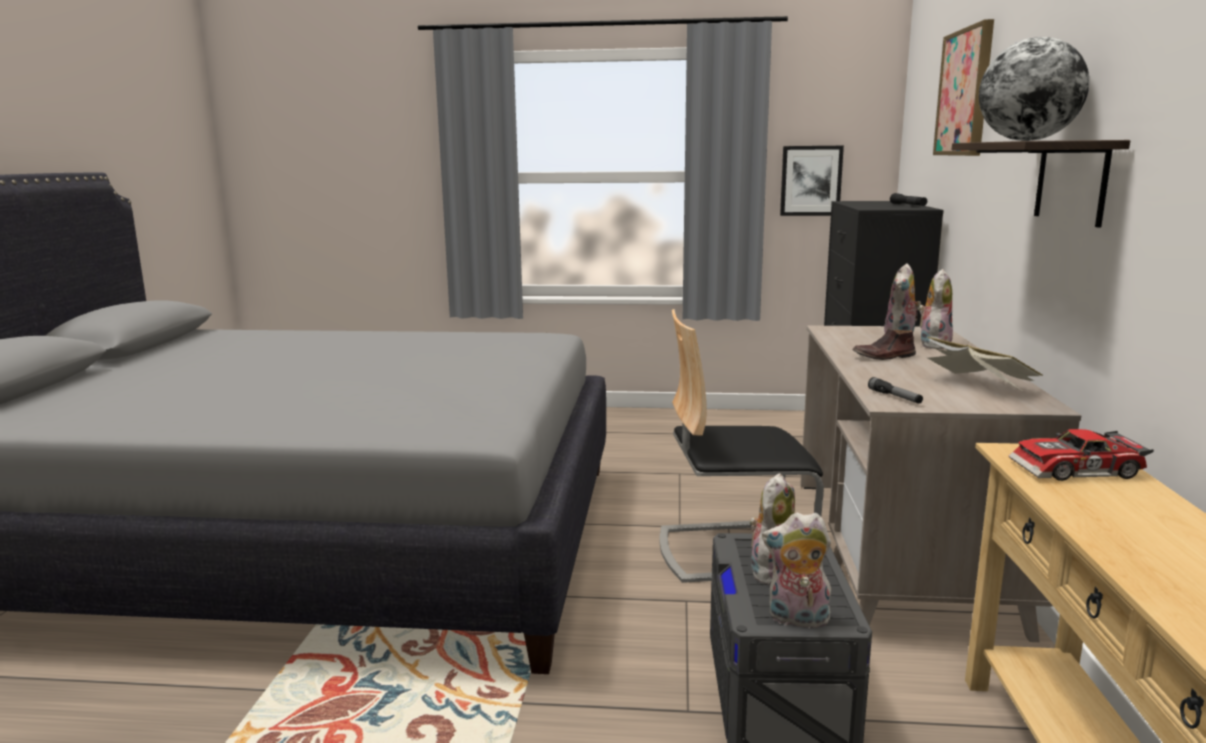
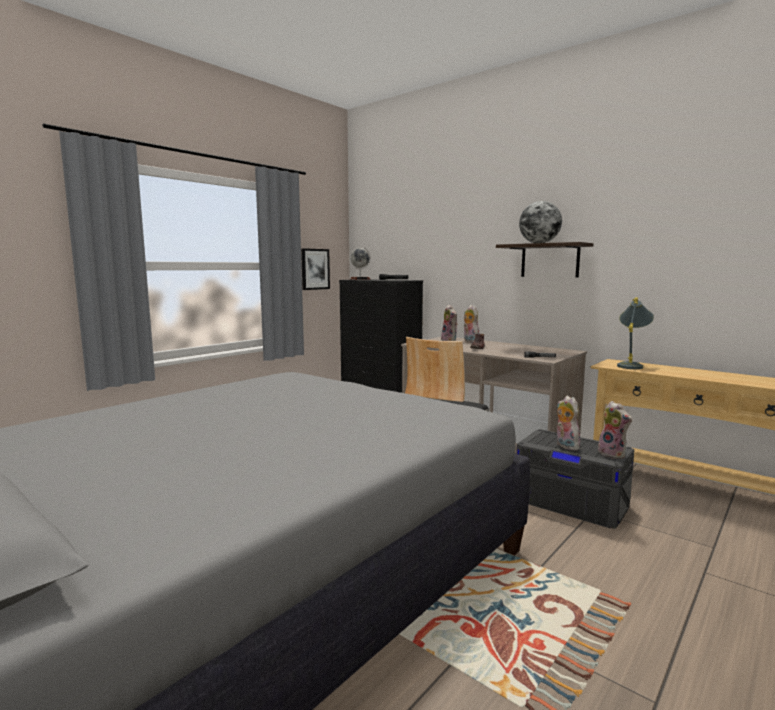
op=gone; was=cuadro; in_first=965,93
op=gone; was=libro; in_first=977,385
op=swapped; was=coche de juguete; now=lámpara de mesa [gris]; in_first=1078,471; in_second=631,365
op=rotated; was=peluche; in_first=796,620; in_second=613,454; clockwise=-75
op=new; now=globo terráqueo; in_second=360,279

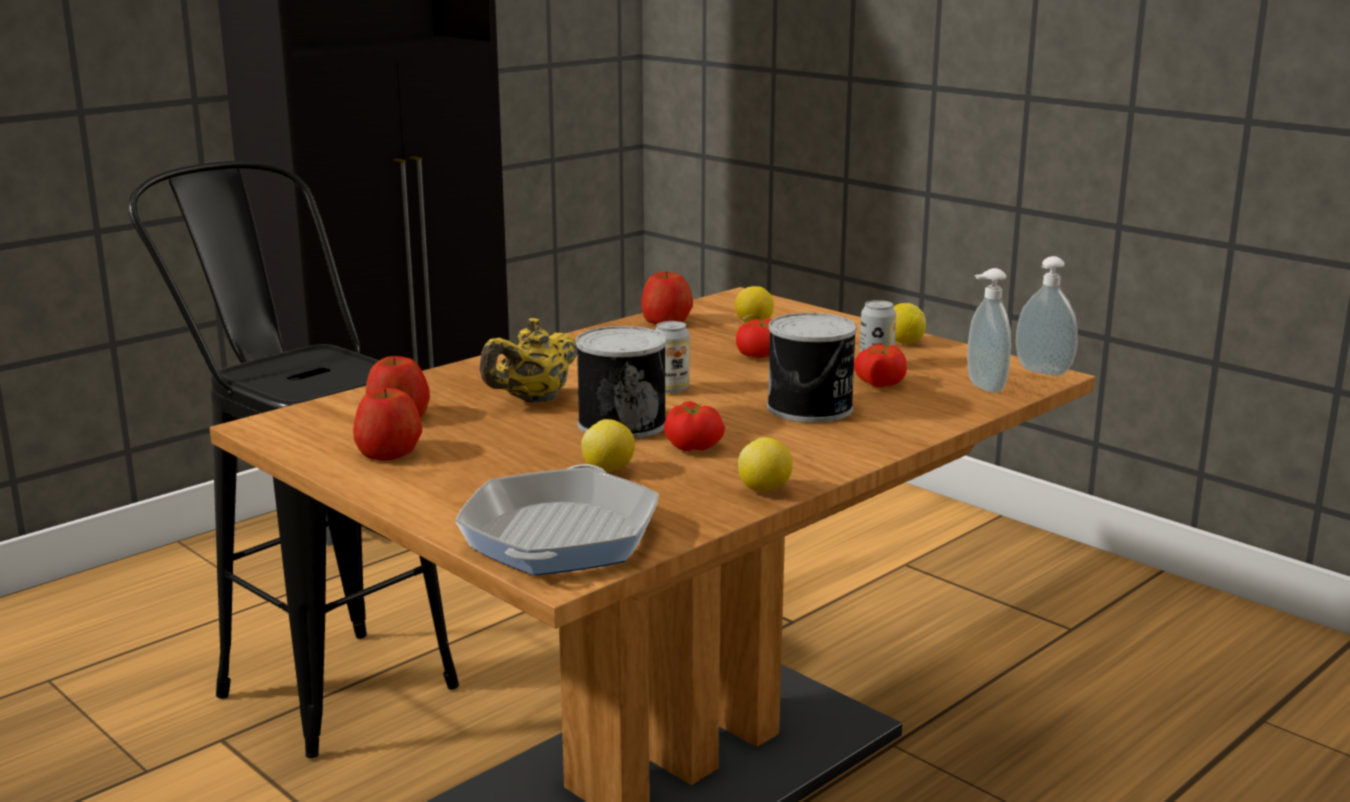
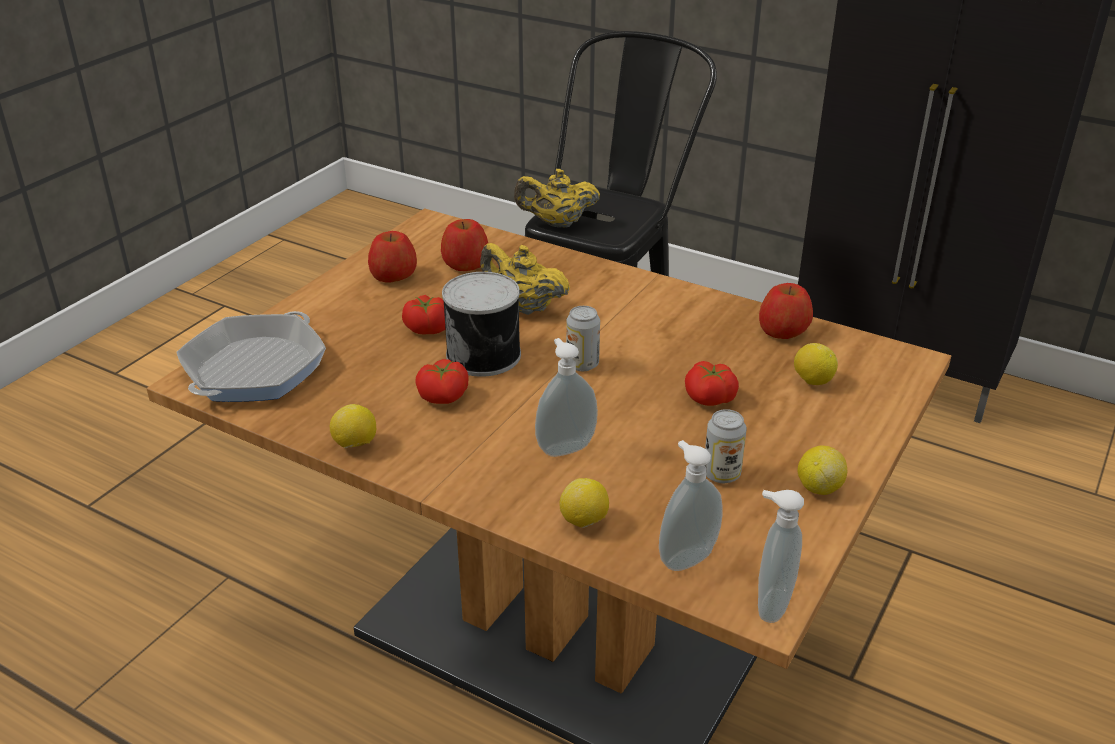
op=swapped; was=lata; now=dispensador de jabón; in_first=812,408; in_second=564,447
op=shifted; was=tomate; in_first=879,383; in_second=427,328
op=shifted; was=limón; in_first=609,470; in_second=584,521
op=rotated; was=sartén; in_first=560,536; in_second=254,368; clockwise=120
op=new; now=tetera [amarillo]; in_second=557,223

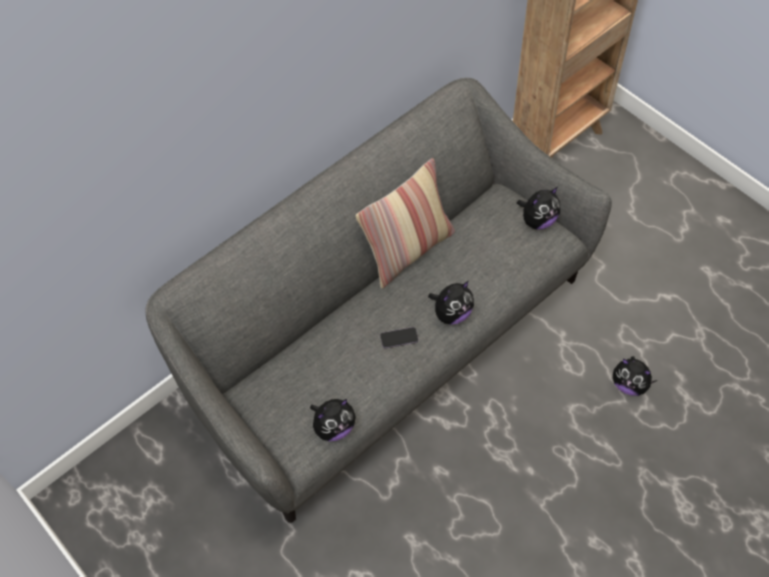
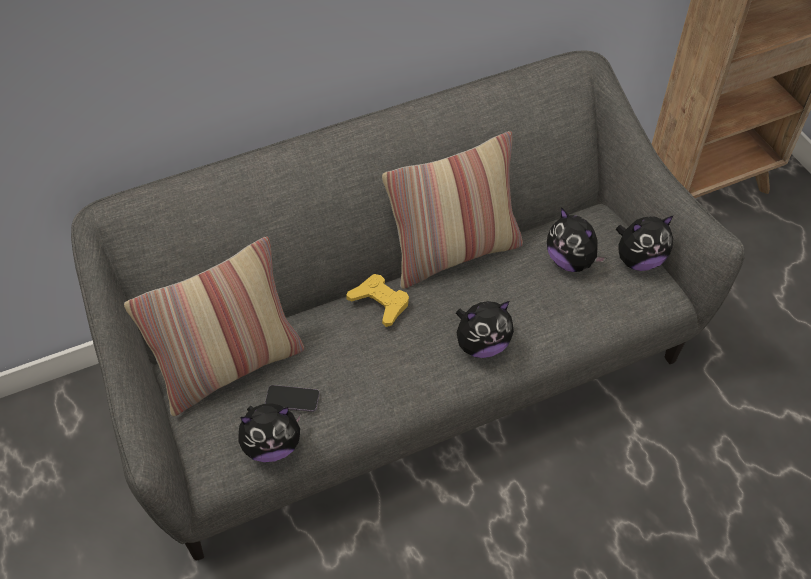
op=shifted; was=móvil; in_first=399,338; in_second=292,399
op=shifted; was=peluche; in_first=629,384; in_second=571,261
op=new; now=cojín; in_second=230,367
op=new; now=mando de consola [amarillo]; in_second=380,303

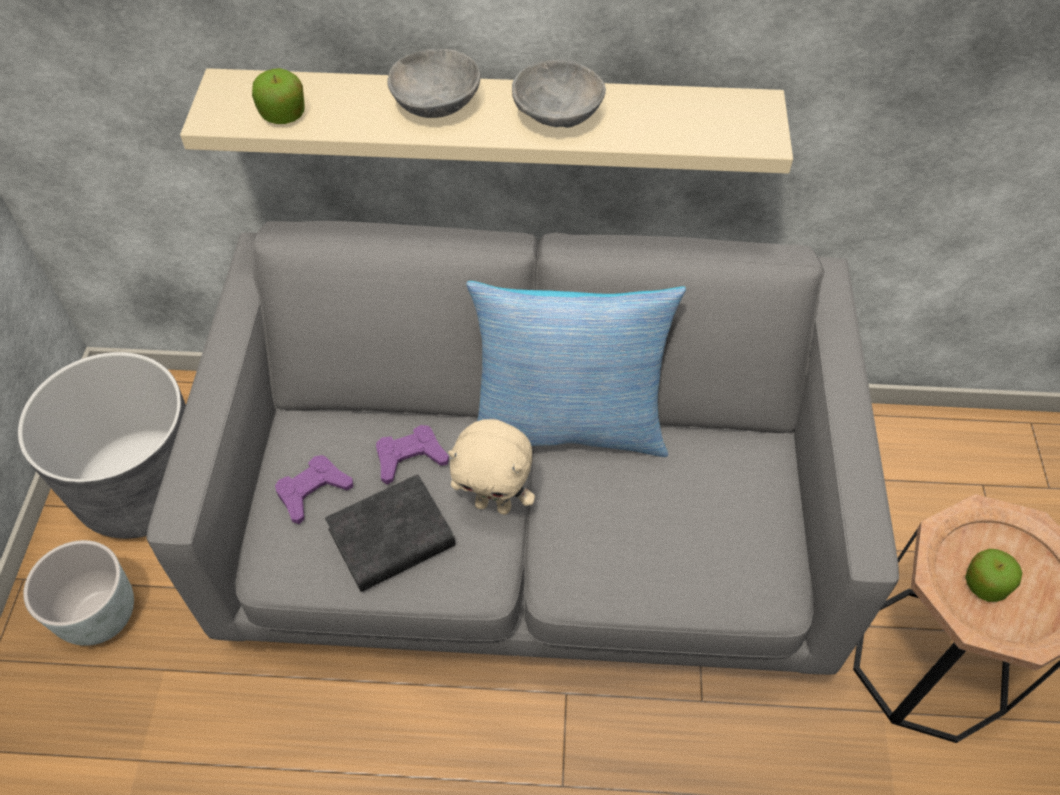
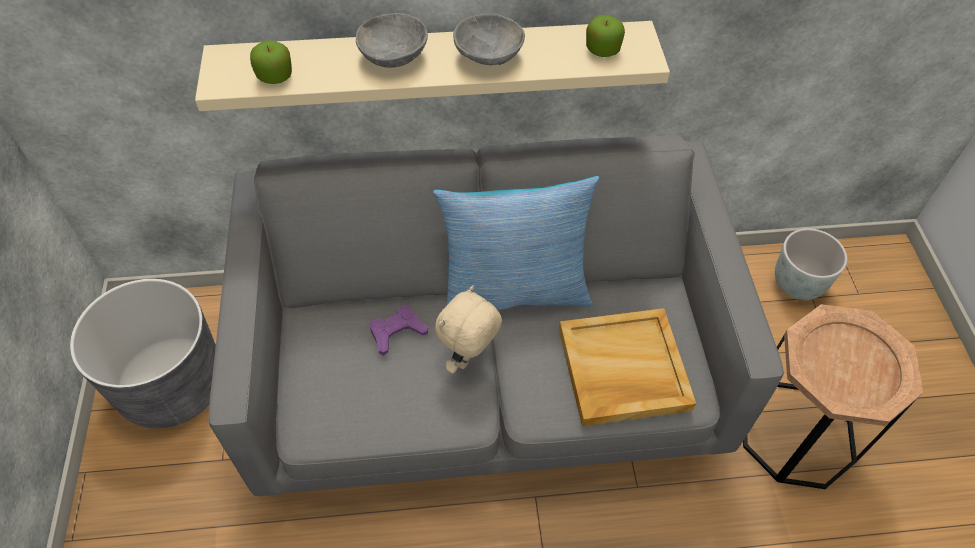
op=rotated; was=peluche [beis]; in_first=494,504; in_second=469,359; clockwise=120
op=gone; was=mando de consola [morado]; in_first=313,491
op=gone; was=libro [negro]; in_first=392,538
op=shifted; was=maceta [gris]; in_first=100,614; in_second=796,283
op=shifted; was=manzana; in_first=985,584; in_second=602,49
op=new; now=bandeja [beis]; in_second=622,370

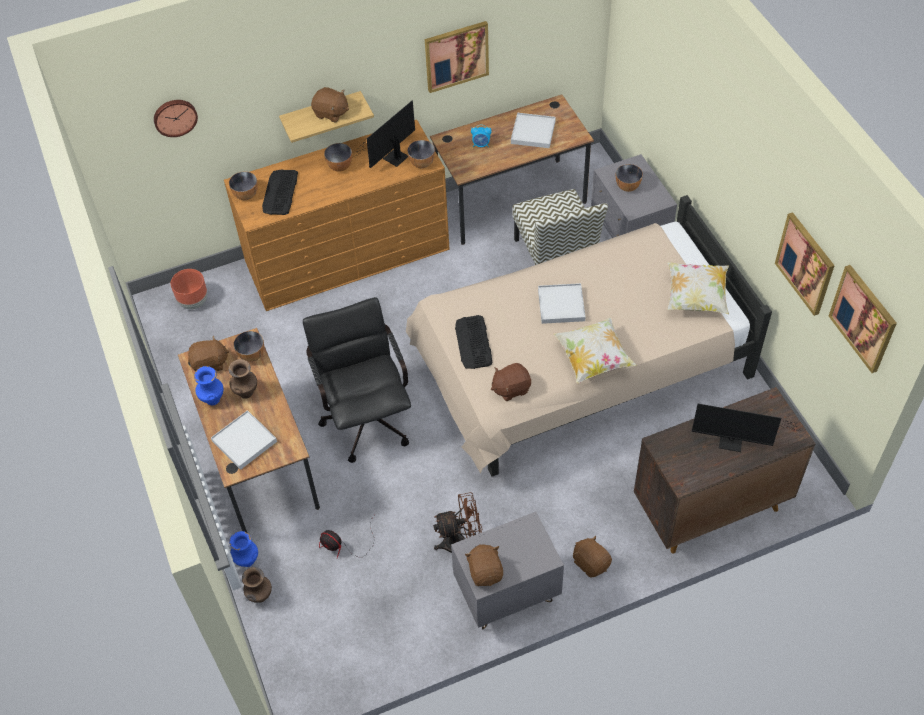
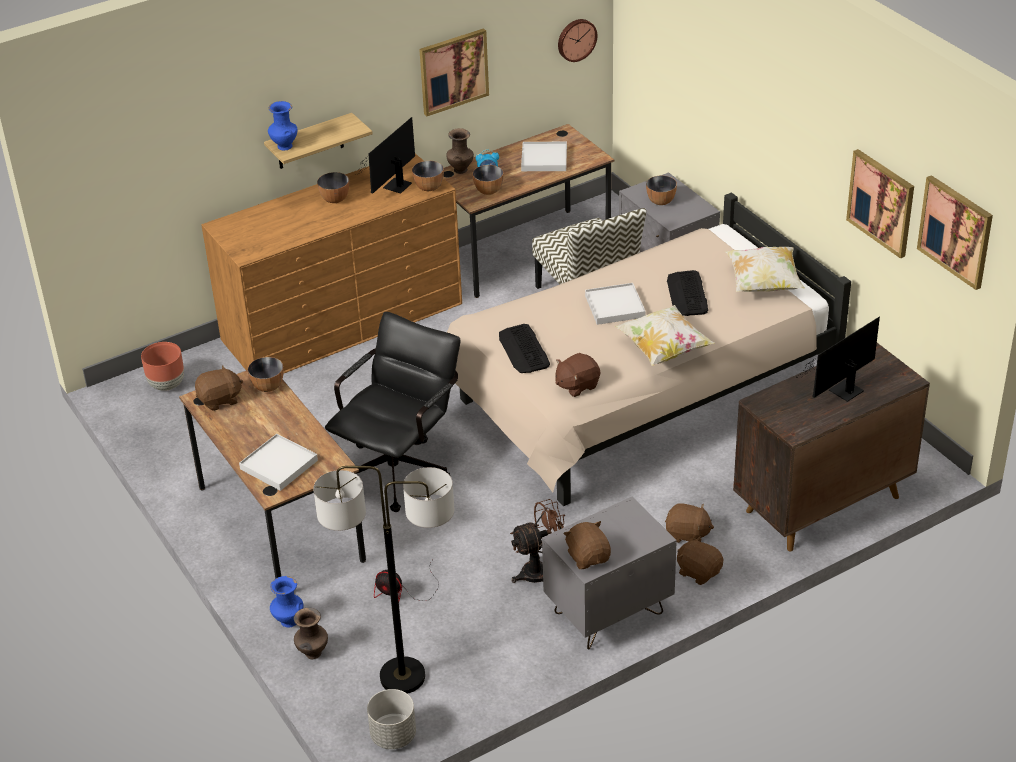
op=shifted; was=peluche [marrón]; in_first=331,113; in_second=687,534
op=shifted; was=reloj de pared; in_first=175,117; in_second=576,39
op=shifted; was=teclado; in_first=280,193; in_second=687,294
op=shifted; was=cuenco; in_first=246,195; in_second=488,191
op=rotated; was=silla de oficina [negro]; in_first=366,415; in_second=400,467; clockwise=60
op=shifted; was=florero [marrón]; in_first=246,392; in_second=460,169
op=shifted; was=florero [azul]; in_first=212,399; in_second=284,146
op=rotated; was=monitor; in_first=734,442; in_second=842,392; clockwise=135
op=new; now=lámpara de pie; in_second=402,677
op=new; now=maceta [gris]; in_second=393,736

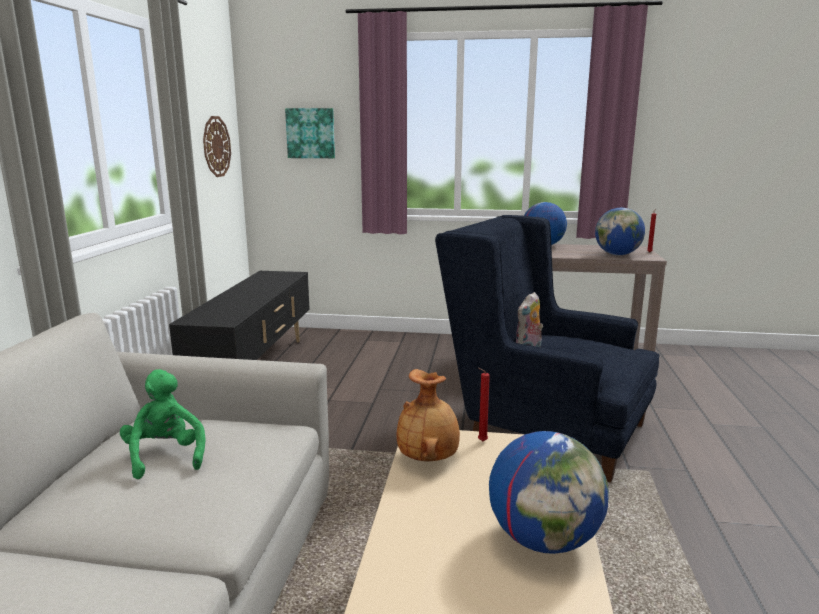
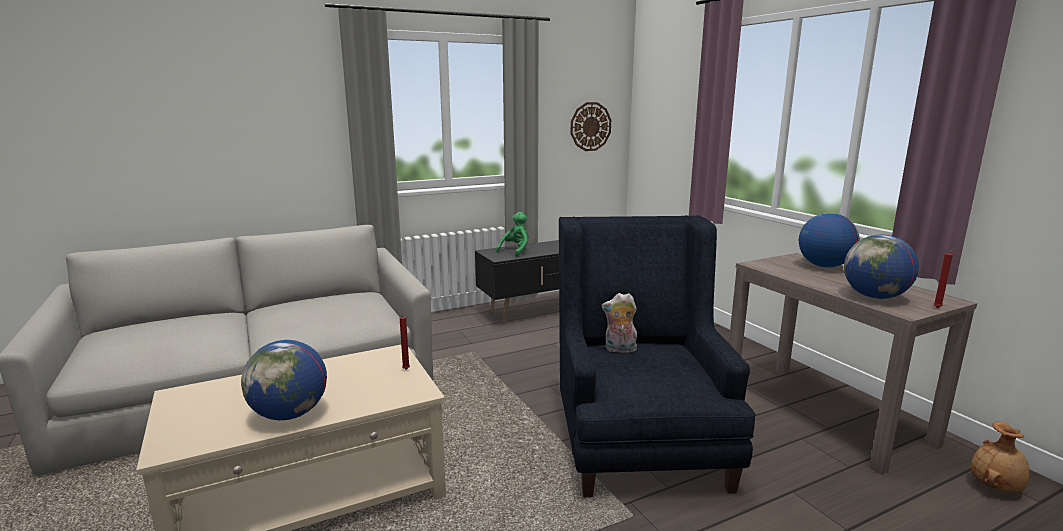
op=gone; was=cuadro; in_first=311,133
op=shifted; was=peluche [verde]; in_first=166,456; in_second=516,251
op=shifted; was=florero [marrón]; in_first=429,458; in_second=996,487

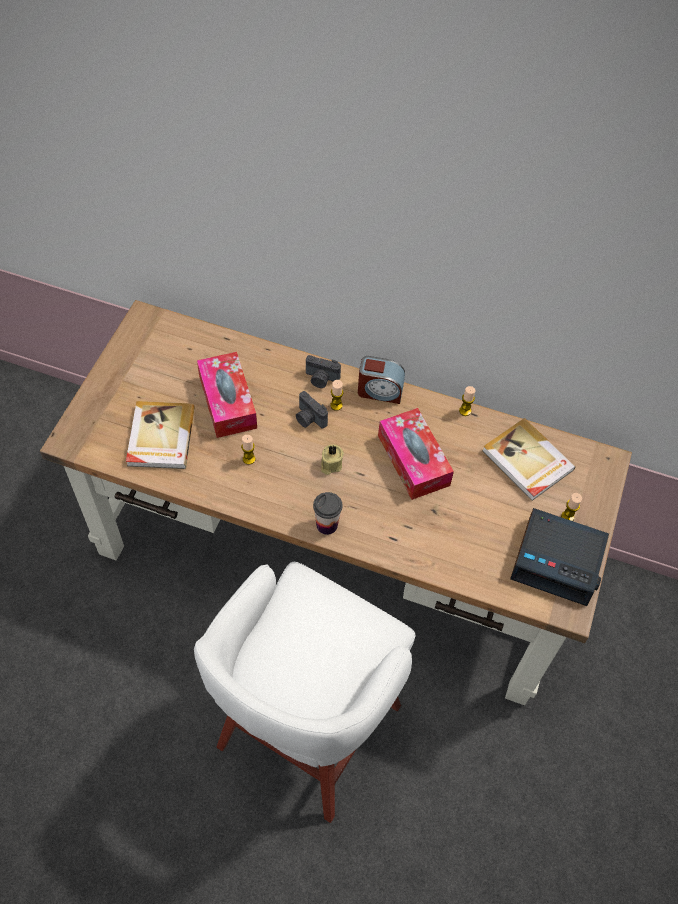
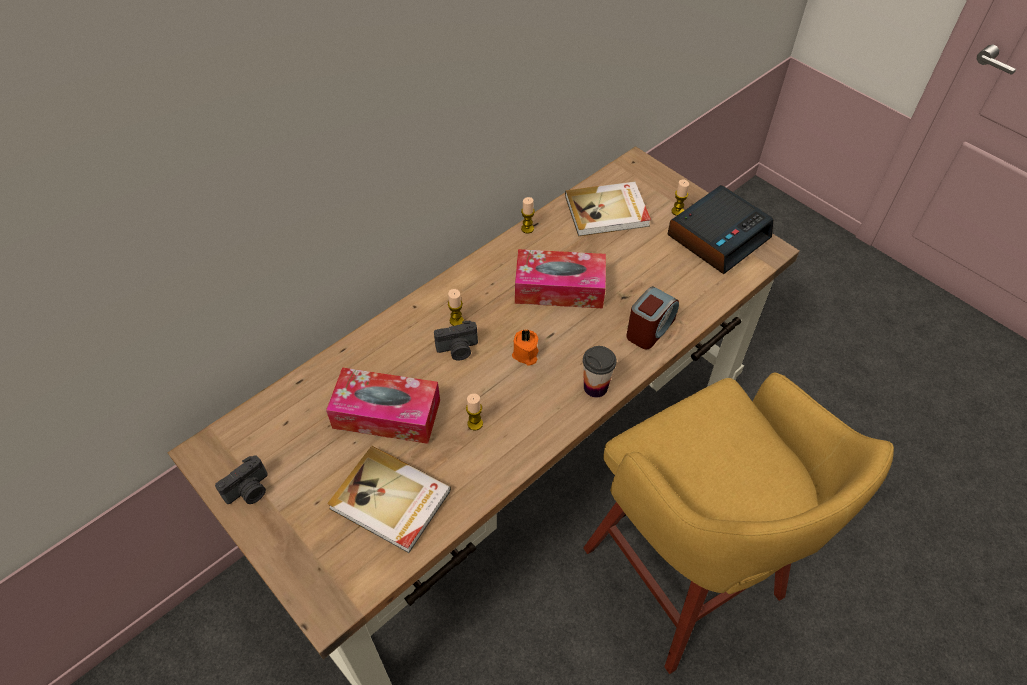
op=shifted; was=cámara; in_first=321,379; in_second=249,491
op=shifted; was=despertador; in_first=380,391; in_second=649,329
op=repainted; was=vela [beis]; now=vela [naranja]; in_first=330,465; in_second=525,355
op=repainted; was=taburete [blanco]; now=taburete [amarillo]; in_first=305,731; in_second=686,578

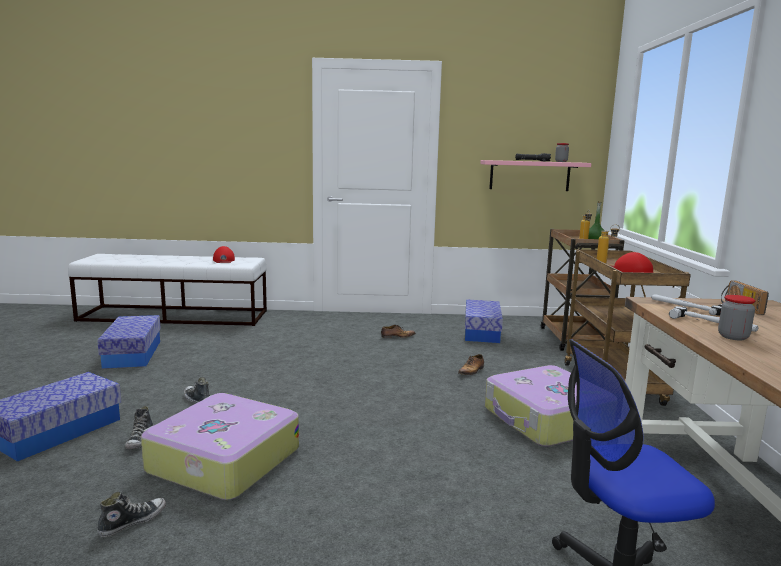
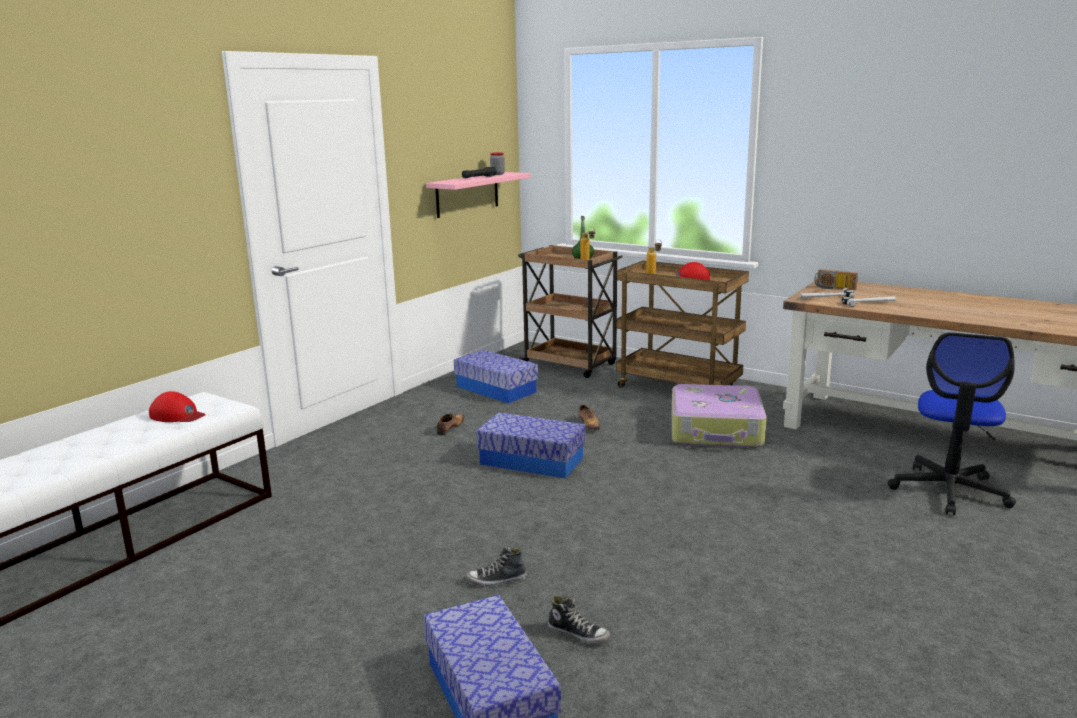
op=gone; was=tarro; in_first=733,337
op=shifted; was=caja de almacenaje; in_first=132,354; in_second=531,461
op=gone; was=maleta; in_first=222,460
op=gone; was=zapato; in_first=133,521

